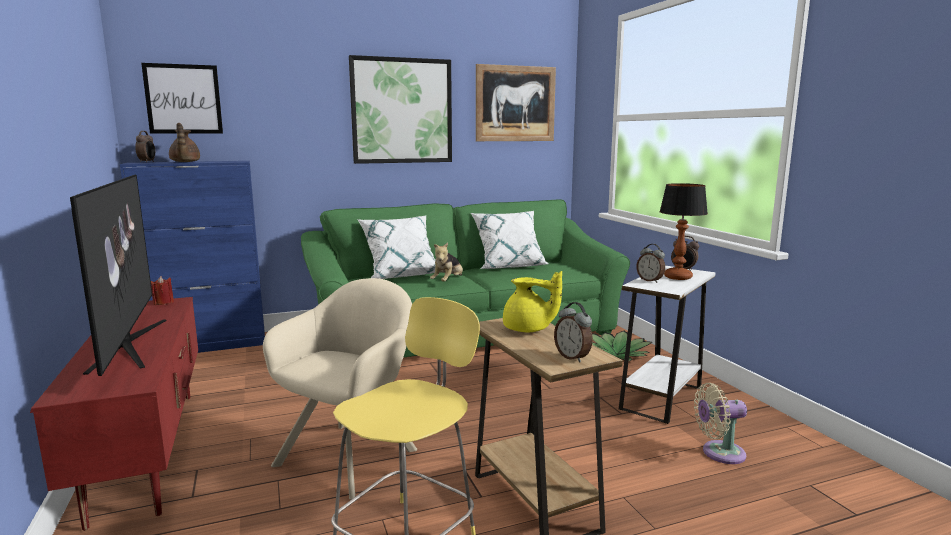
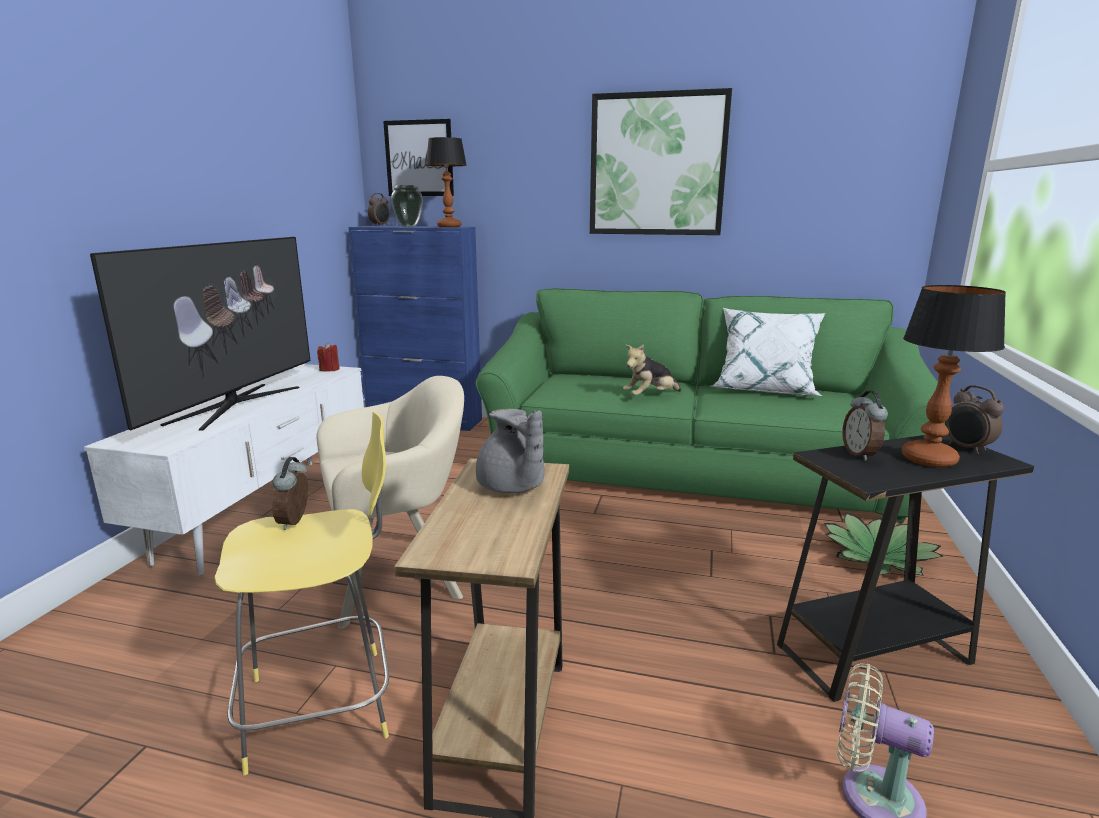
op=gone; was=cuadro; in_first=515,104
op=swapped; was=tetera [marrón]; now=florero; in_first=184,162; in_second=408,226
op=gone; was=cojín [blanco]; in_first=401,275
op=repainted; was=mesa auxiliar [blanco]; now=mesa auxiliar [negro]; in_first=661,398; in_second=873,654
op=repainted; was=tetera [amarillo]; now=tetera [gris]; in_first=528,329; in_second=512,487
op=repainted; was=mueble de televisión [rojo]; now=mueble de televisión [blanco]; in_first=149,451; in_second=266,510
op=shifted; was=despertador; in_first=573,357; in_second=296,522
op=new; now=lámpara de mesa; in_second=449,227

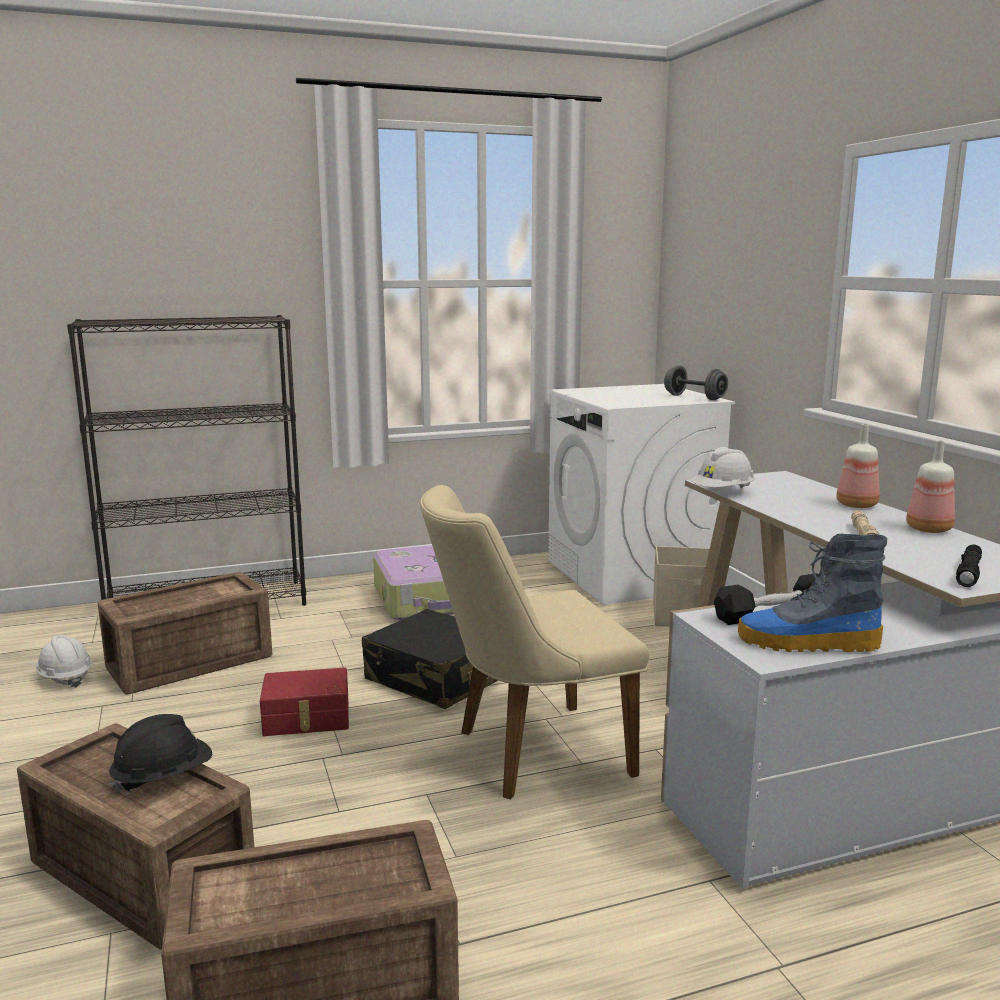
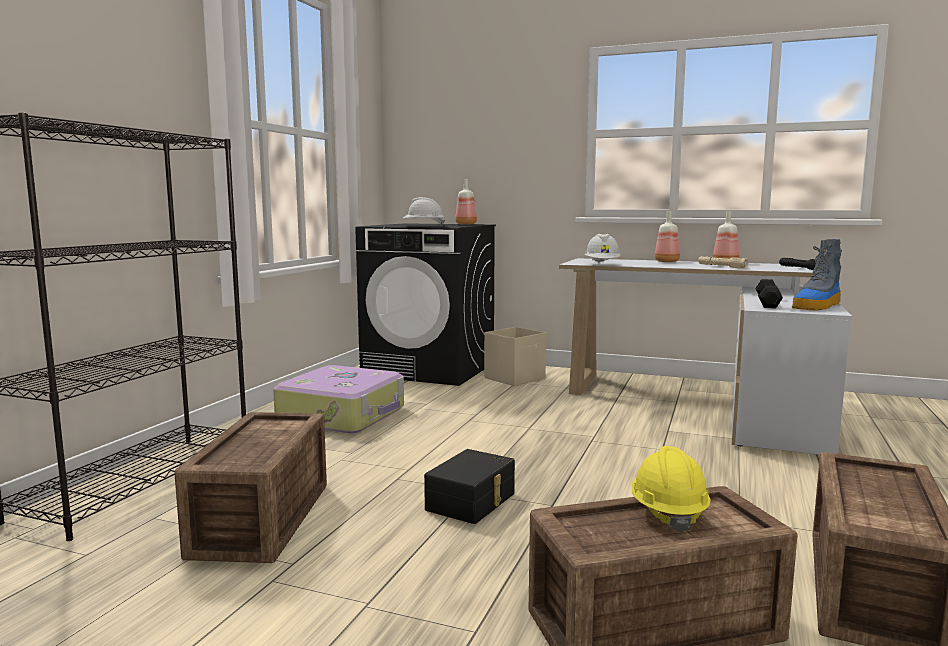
op=swapped; was=mancuerna [gris]; now=botella; in_first=694,397; in_second=466,224
op=repainted; was=lavadora [blanco]; now=lavadora [negro]; in_first=630,575; in_second=430,369
op=gone; was=silla [beis]; in_first=527,753
op=gone; was=maleta [negro]; in_first=437,678
op=shifted; was=casco [blanco]; in_first=65,678; in_second=423,226
op=repainted; was=caja de almacenaje [rojo]; now=caja de almacenaje [negro]; in_first=307,719; in_second=472,502
op=repainted; was=casco [negro]; now=casco [amarillo]; in_first=163,777; in_second=668,512

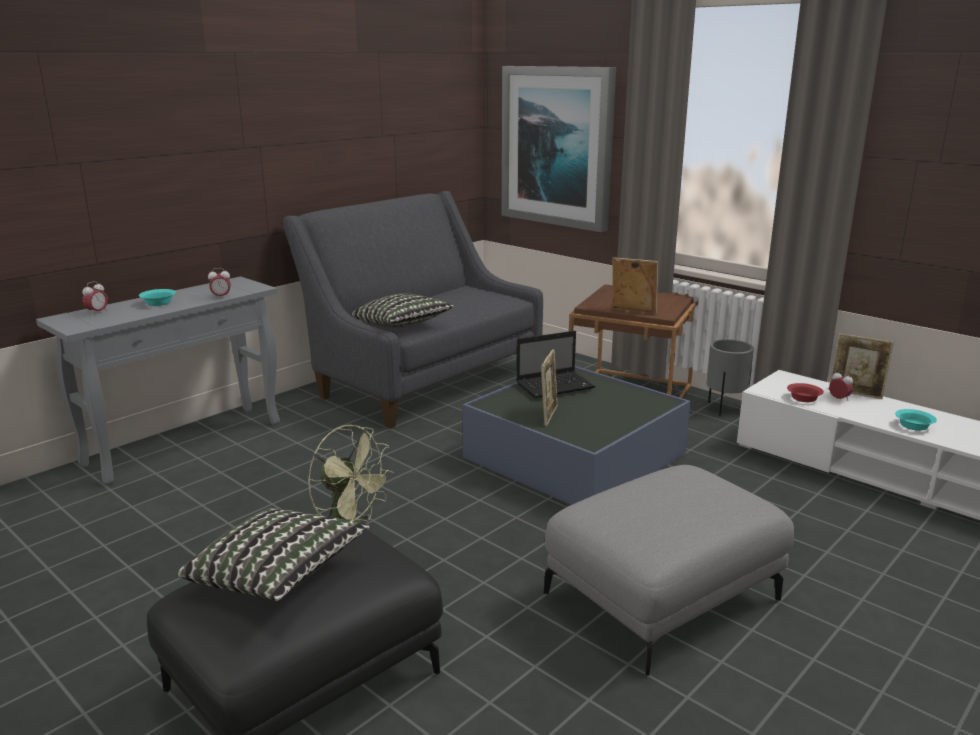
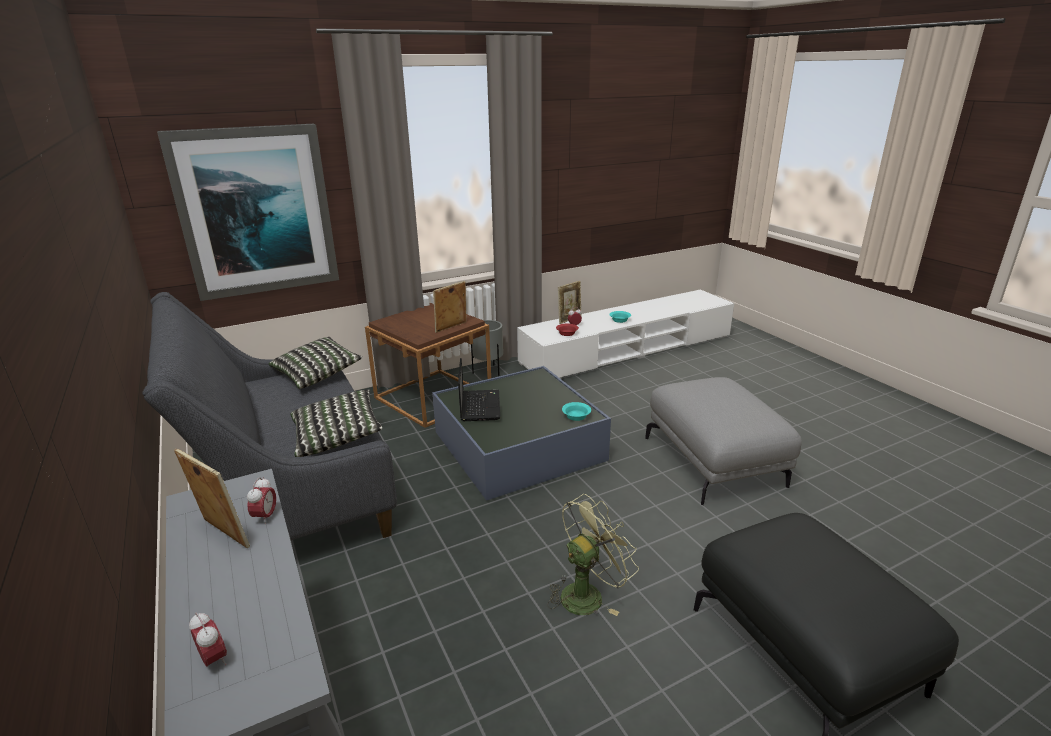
op=shifted; was=cuenco [turquesa]; in_first=158,303; in_second=575,416
op=shifted; was=portarretratos; in_first=549,415; in_second=222,535
op=shifted; was=cojín; in_first=277,576; in_second=317,374

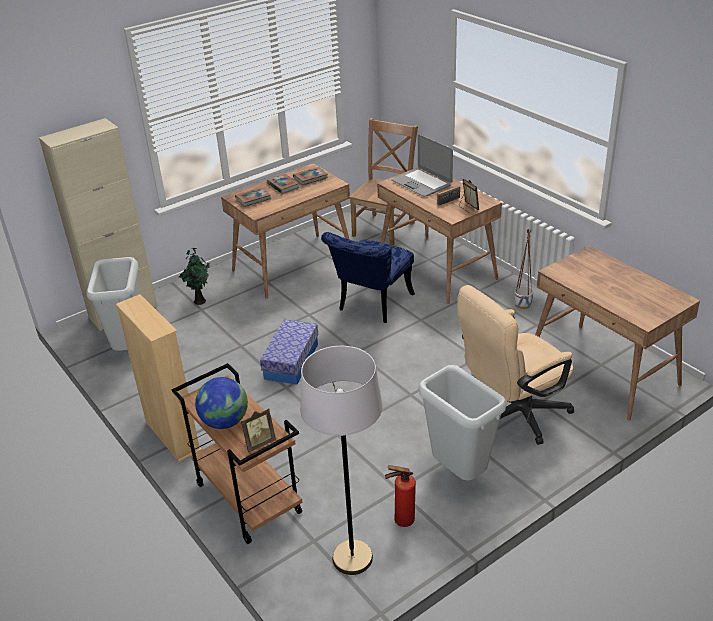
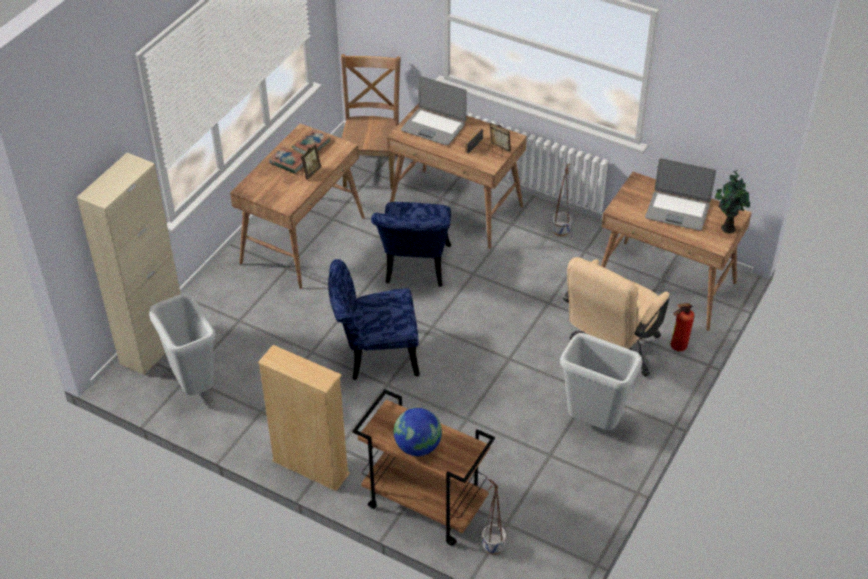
op=gone; was=libro; in_first=253,199
op=shifted; was=planta en maceta; in_first=199,300; in_second=727,227
op=swapped; was=caja de almacenaje; now=silla [azul]; in_first=291,361; in_second=374,355
op=gone; was=lámpara de pie [gris]; in_first=352,558
op=shifted; was=portarretratos; in_first=259,443; in_second=310,172
op=shifted; was=extintor; in_first=401,521; in_second=676,347
op=new; now=portátil; in_second=677,211
op=new; now=maceta; in_second=493,546

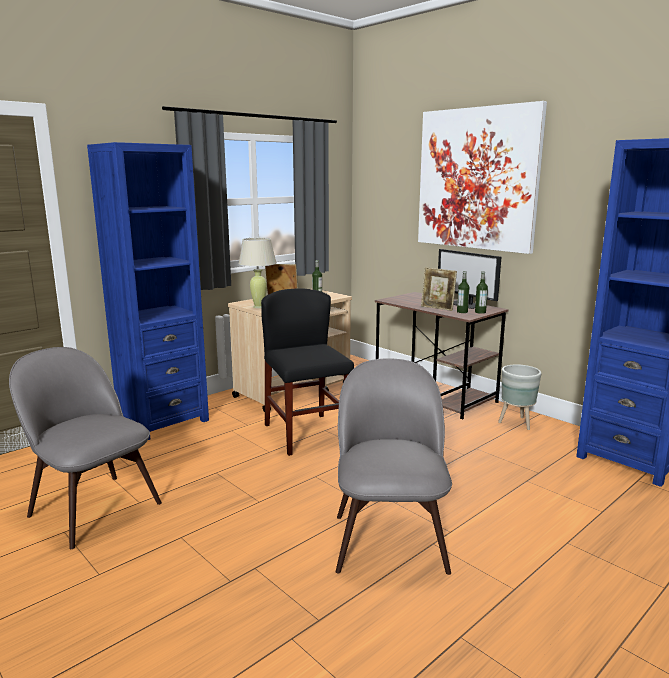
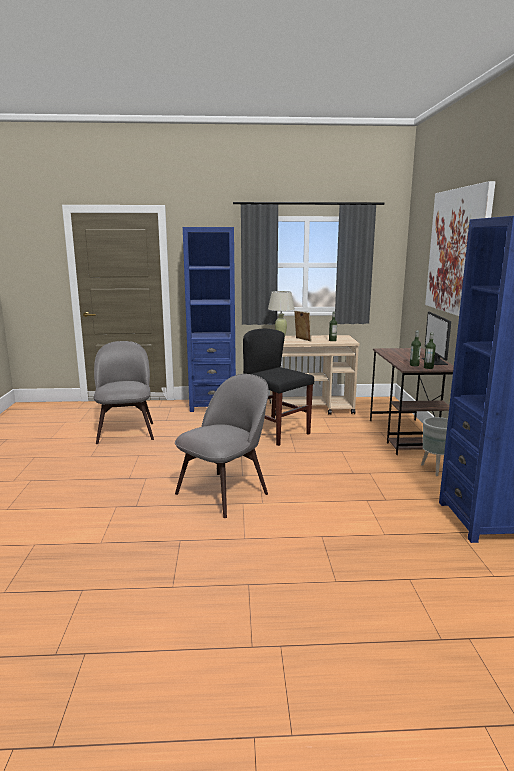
op=gone; was=portarretratos; in_first=437,308
op=rotated; was=silla [negro]; in_first=306,434; in_second=275,432; clockwise=-60

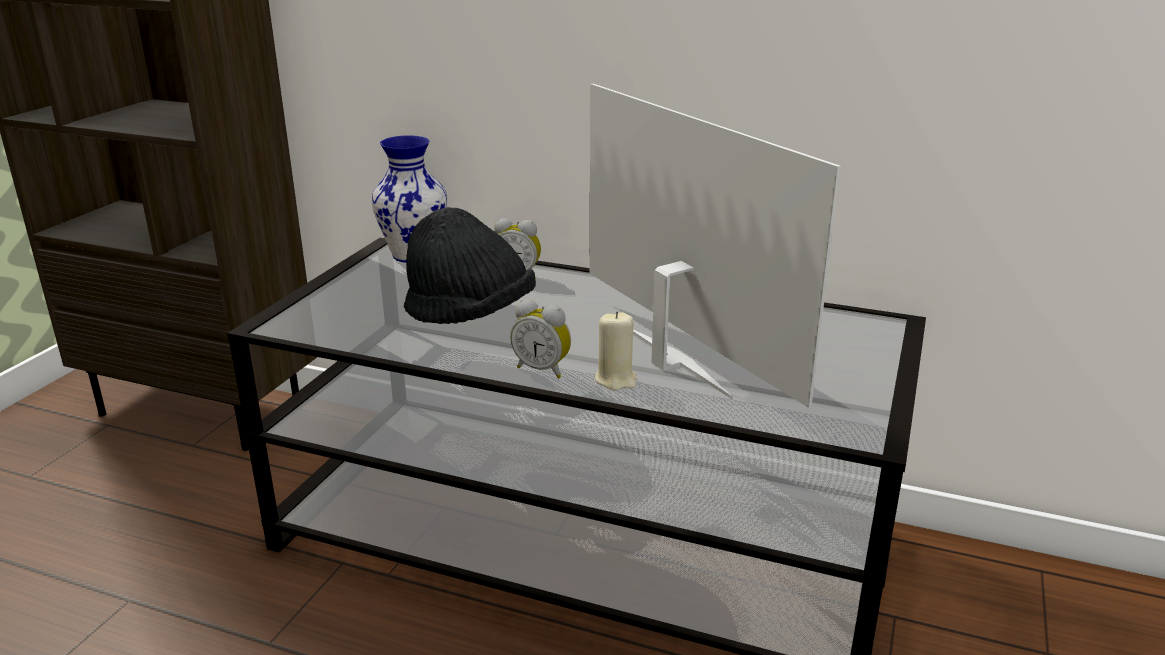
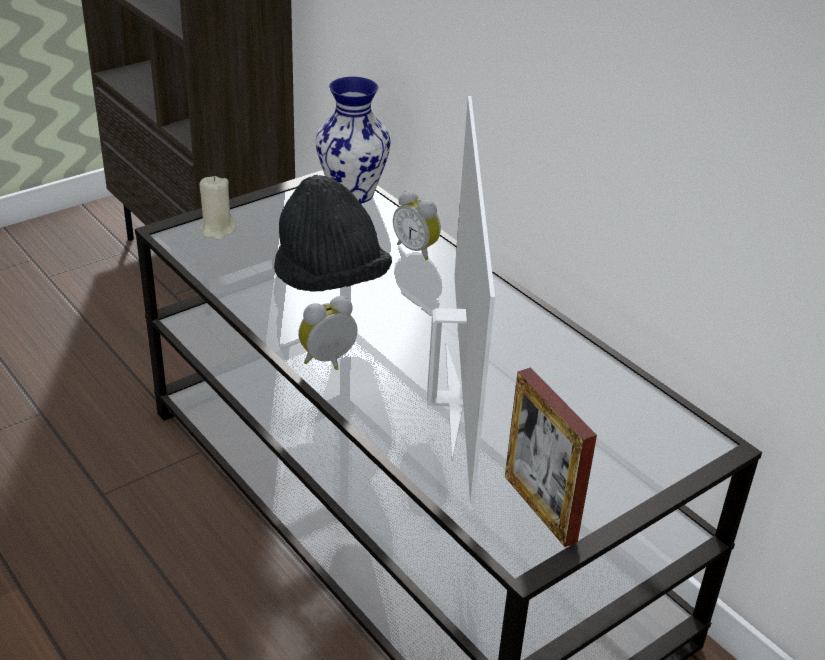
op=rotated; was=despertador; in_first=543,369; in_second=329,362; clockwise=90
op=shifted; was=vela [beis]; in_first=616,379; in_second=217,230
op=new; now=portarretratos; in_second=540,508

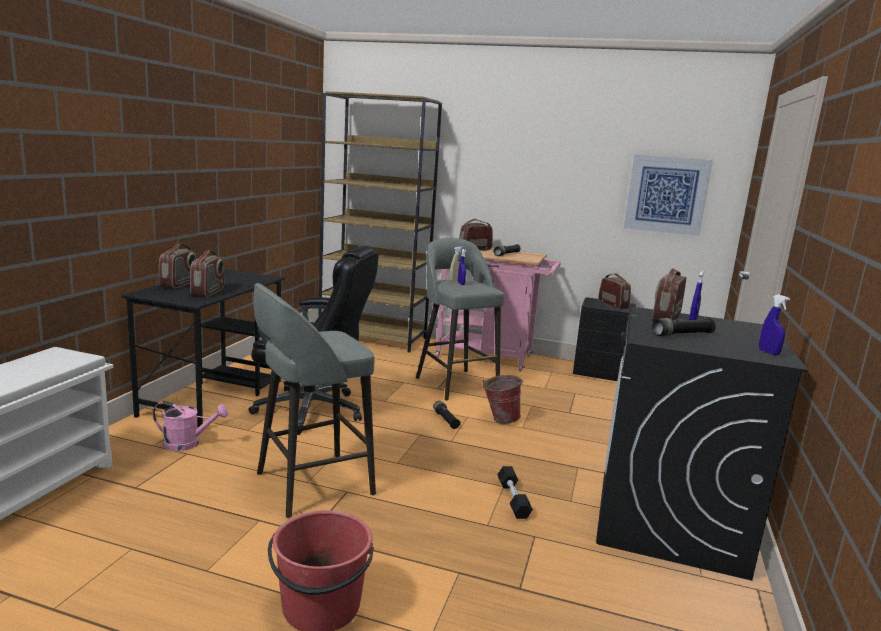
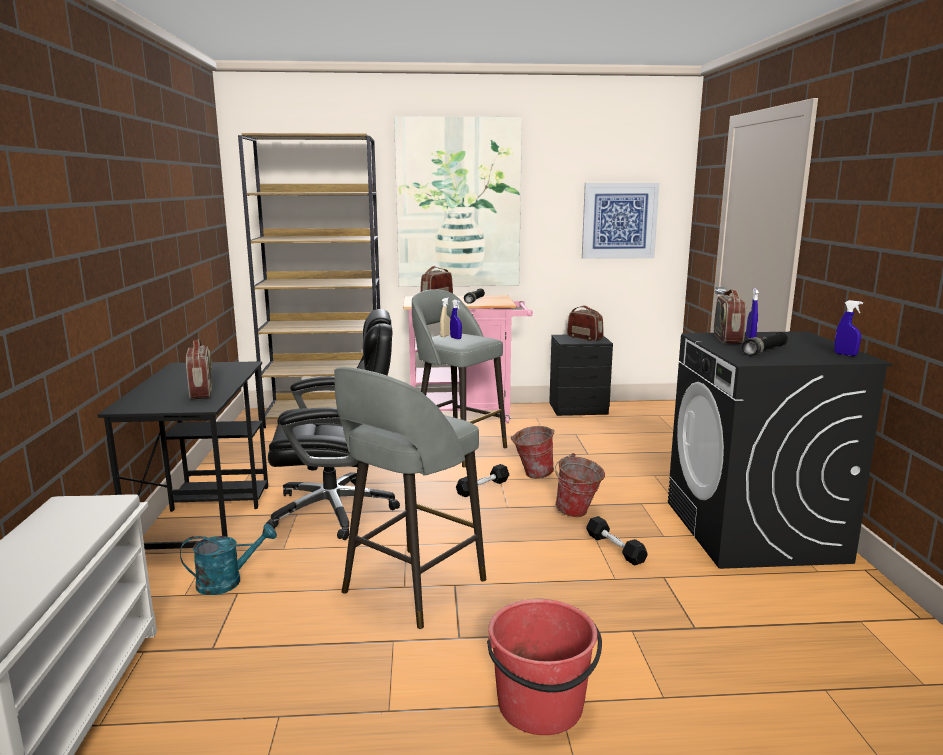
op=gone; was=radio; in_first=179,284
op=repainted; was=regadera [rosa]; now=regadera [turquesa]; in_first=188,444; in_second=228,582
op=swapped; was=linterna [negro]; now=mancuerna [negro]; in_first=446,420; in_second=483,487
op=new; now=cuadro; in_second=458,203
op=new; now=cubo; in_second=577,514

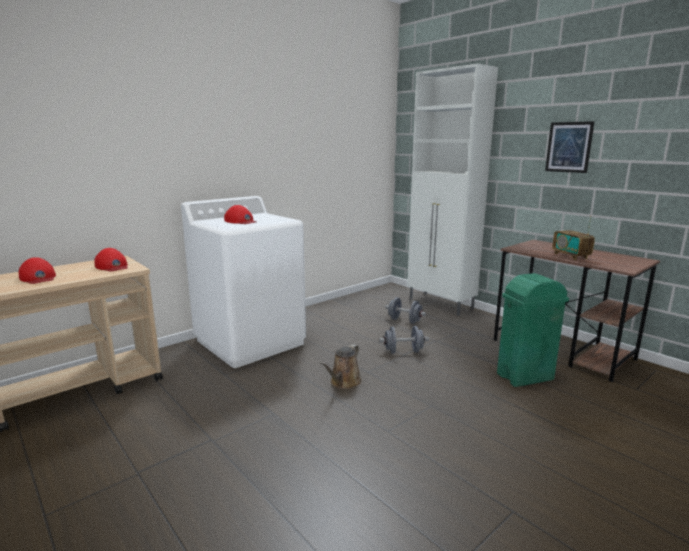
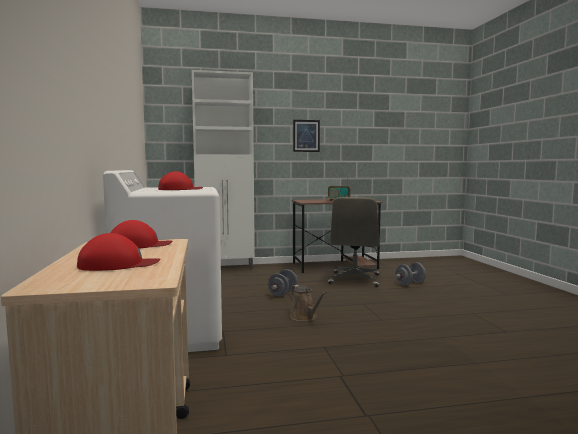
op=swapped; was=papelera [verde]; now=silla de oficina [gris]; in_first=524,377; in_second=354,279
op=shifted; was=mancuerna [gris]; in_first=404,320; in_second=410,283

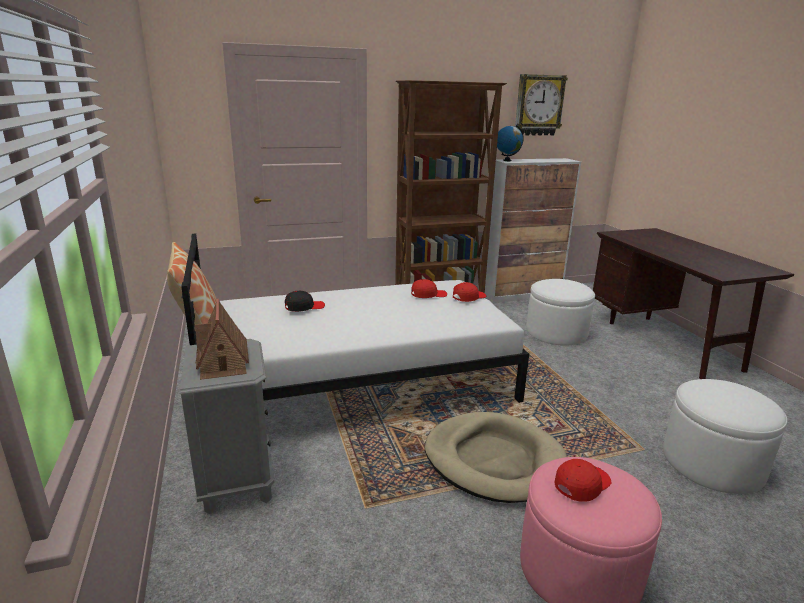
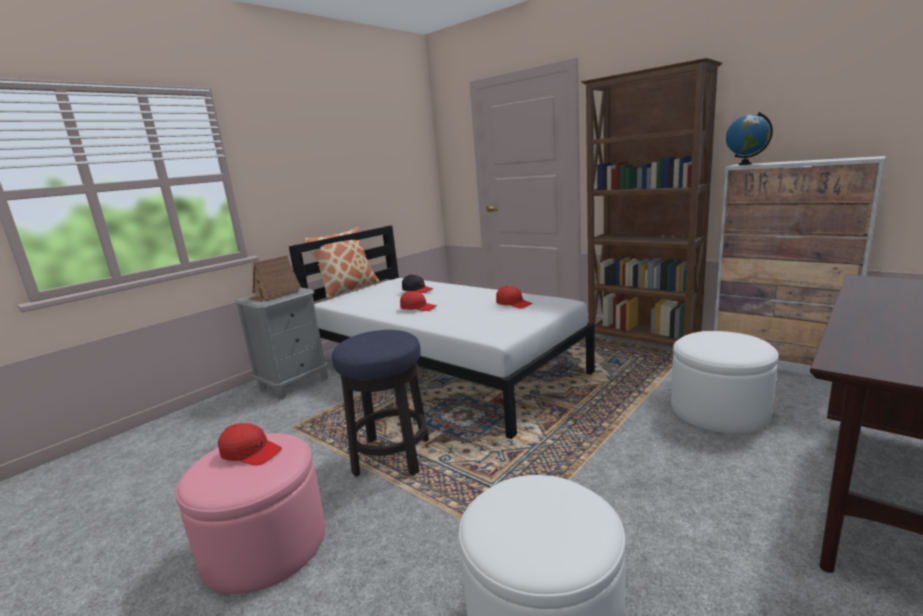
op=gone; was=reloj de pared; in_first=538,105
op=shifted; was=gorra [rojo]; in_first=468,297; in_second=418,307
op=swapped; was=cama para perro [beis]; now=taburete; in_first=494,460; in_second=392,456

